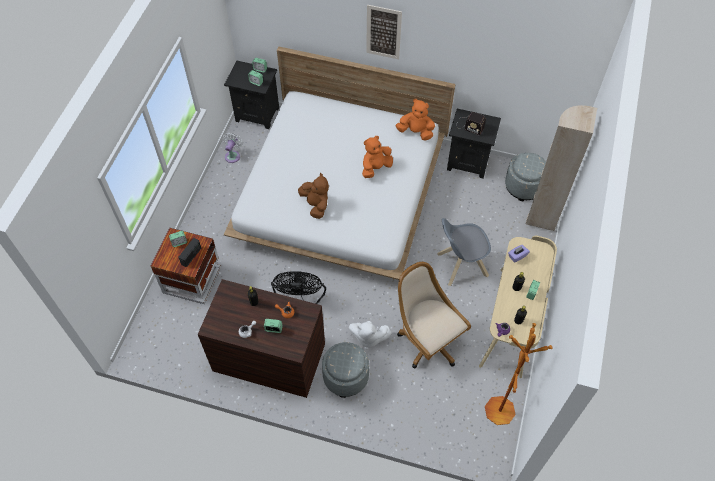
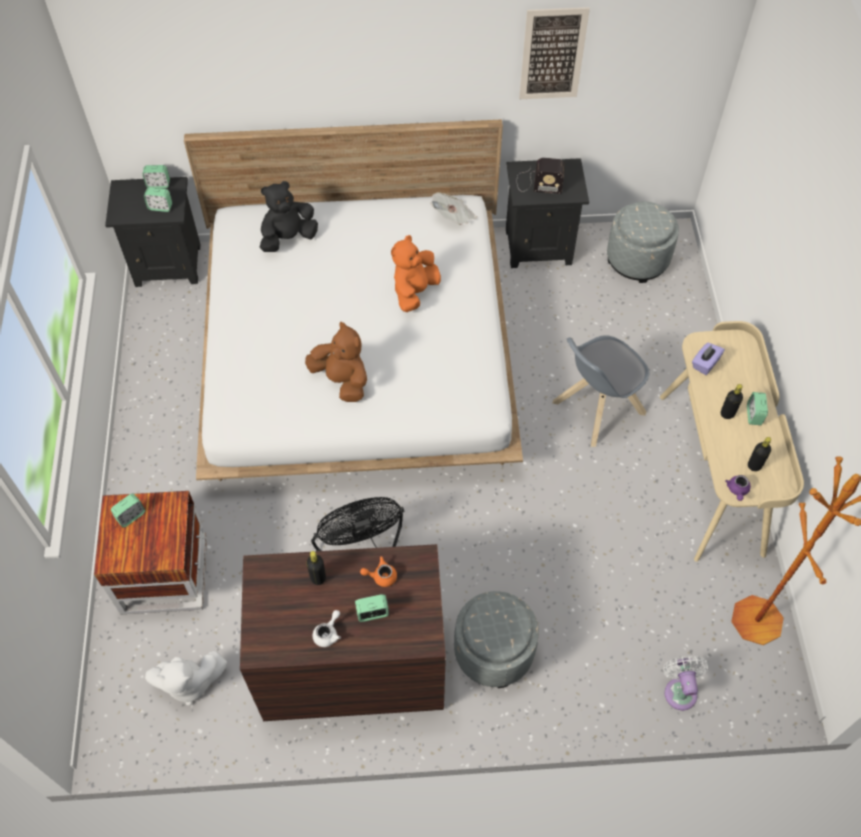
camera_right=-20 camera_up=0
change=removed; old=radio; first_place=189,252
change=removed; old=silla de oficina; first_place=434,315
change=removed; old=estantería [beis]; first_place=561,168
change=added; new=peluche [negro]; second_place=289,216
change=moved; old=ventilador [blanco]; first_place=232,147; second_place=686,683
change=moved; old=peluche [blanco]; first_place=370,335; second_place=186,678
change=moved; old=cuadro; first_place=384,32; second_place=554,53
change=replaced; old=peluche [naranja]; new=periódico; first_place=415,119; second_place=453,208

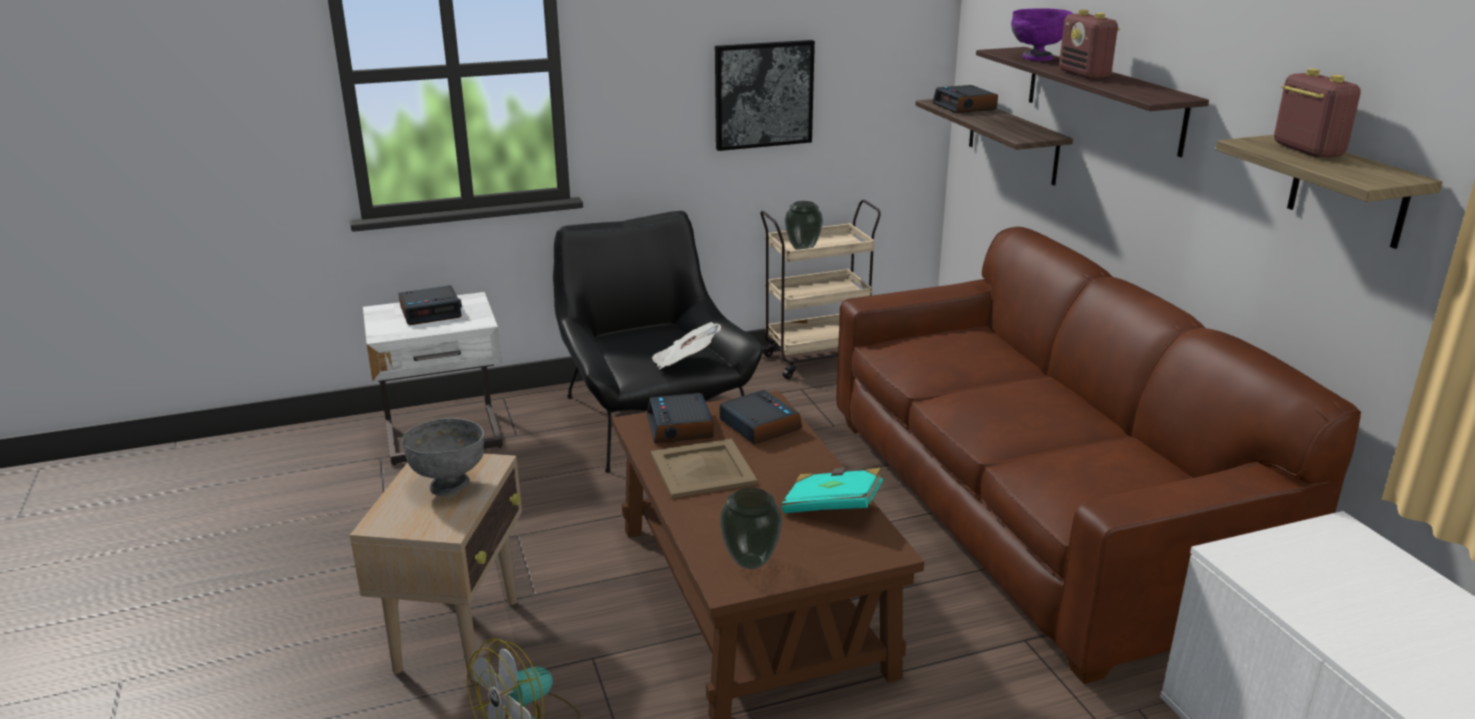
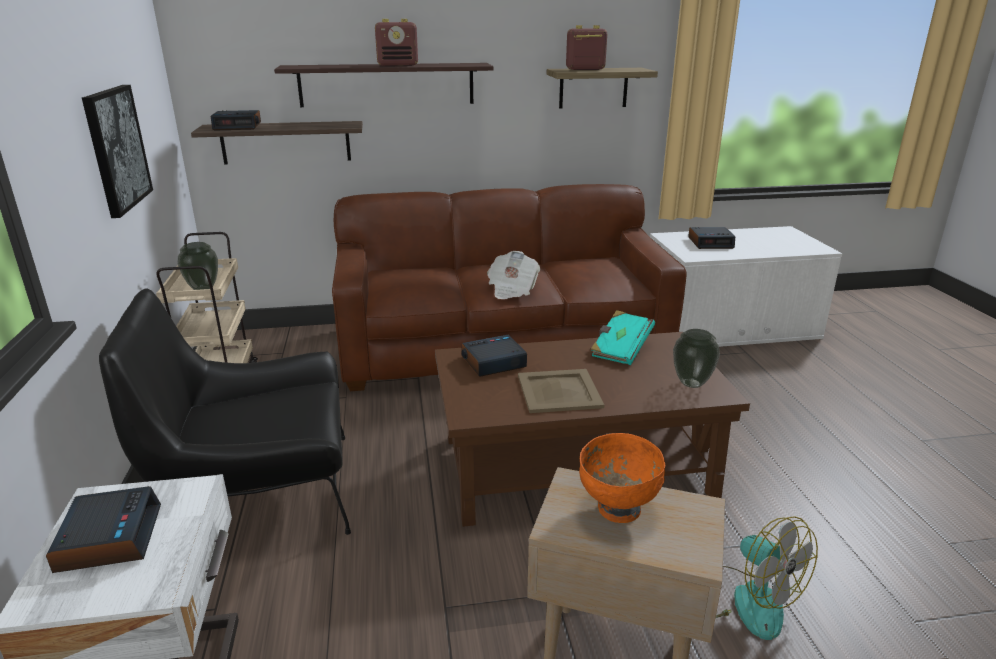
camera_right=-80 camera_up=0
change=removed; old=cuenco [morado]; first_place=1042,34
change=moved; old=despertador; first_place=680,418; second_place=711,238
change=moved; old=periódico; first_place=686,345; second_place=513,275
change=recoloured; old=cuenco [gris]; new=cuenco [naranja]; first_place=443,457; second_place=622,478

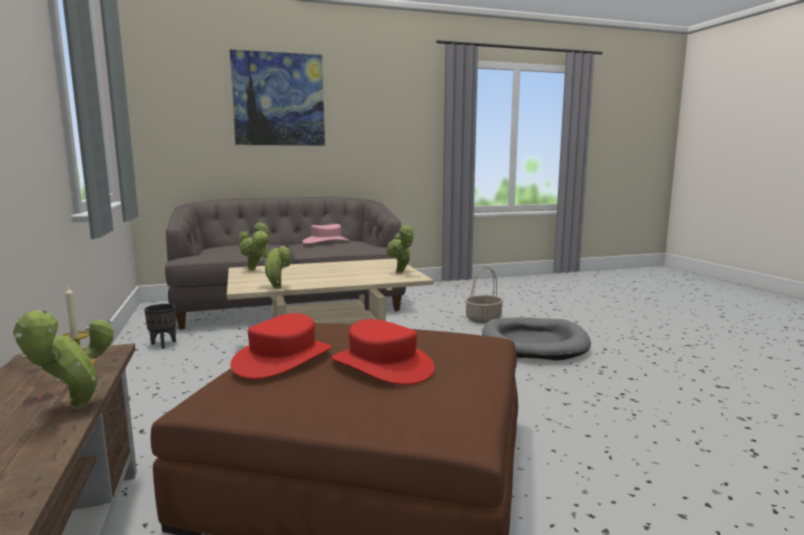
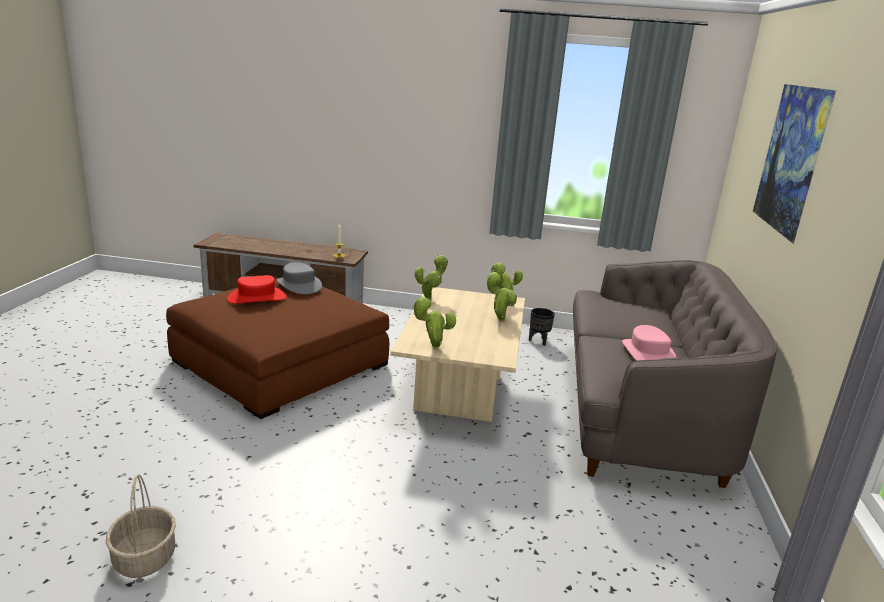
camera_right=115 camera_up=10
change=removed; old=cama para perro [gris]; first_place=536,339
change=moved; old=planta en maceta; first_place=63,359; second_place=502,296
change=moved; old=cesta; first_place=484,295; second_place=141,526
change=recoloured; old=sombrero [rojo]; new=sombrero [gris]; first_place=280,346; second_place=299,278

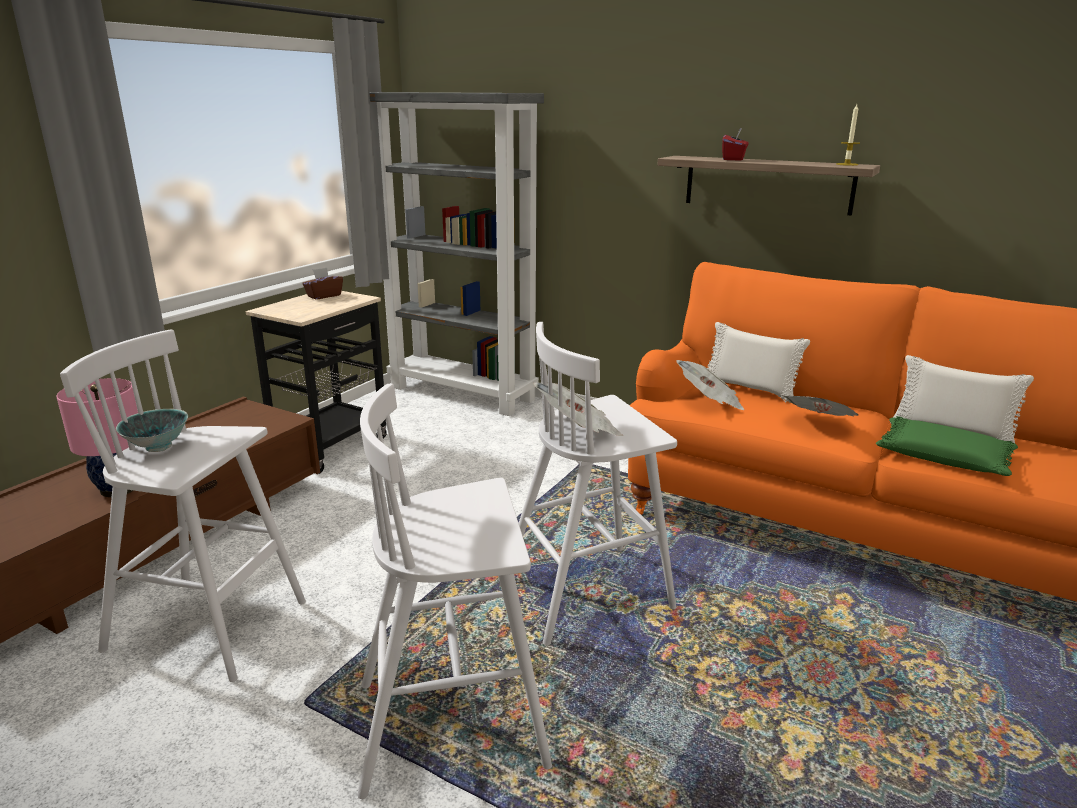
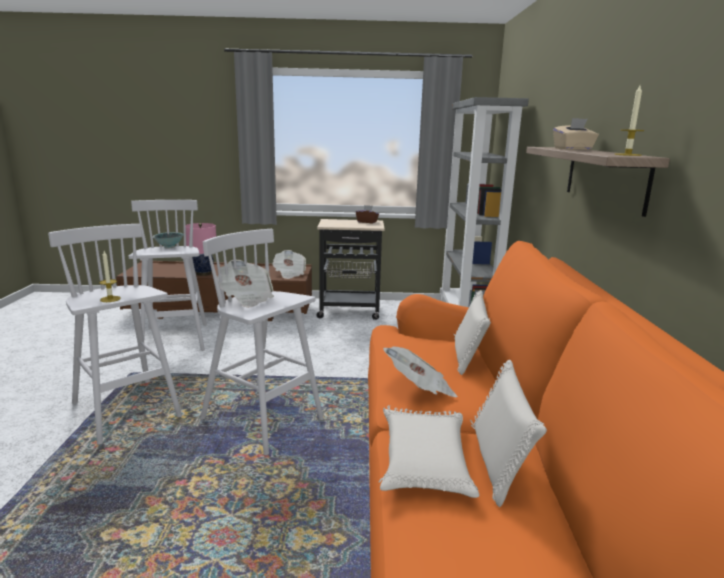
camera_right=60 camera_up=-5
change=added; new=vela; second_place=110,276
change=moved; old=periódico; first_place=710,385; second_place=289,264
change=recoloured; old=caja de pañuelos [rojo]; new=caja de pañuelos [beis]; first_place=735,144; second_place=576,134
change=recoloured; old=cojín [verde]; new=cojín [blanco]; first_place=947,446; second_place=429,451

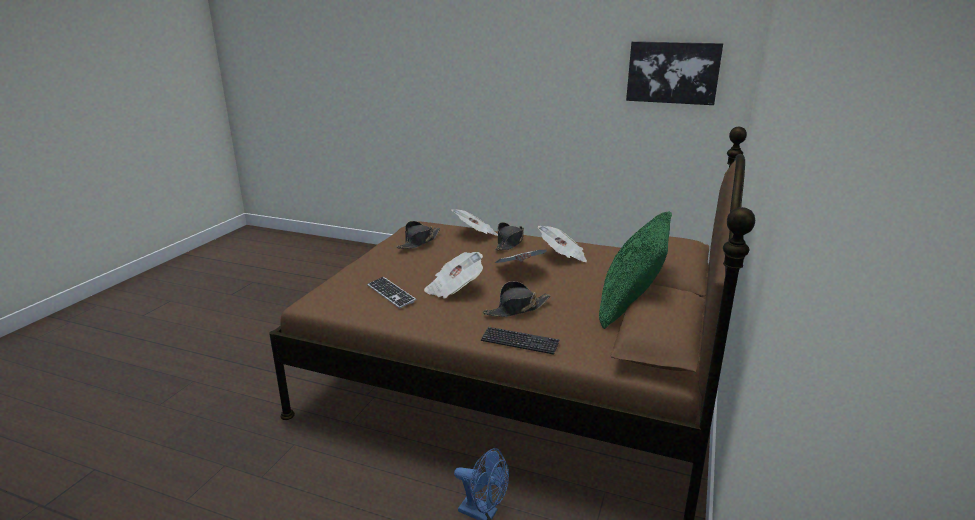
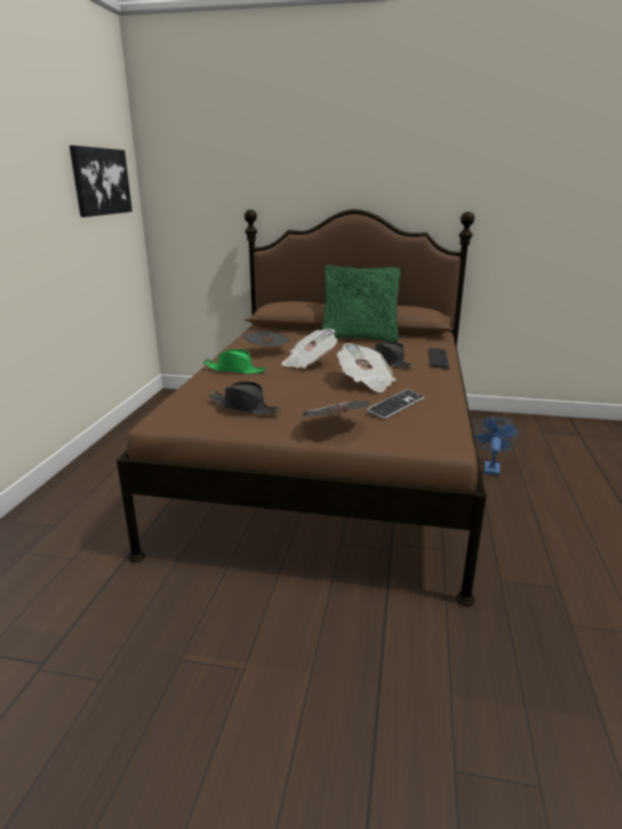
camera_right=-100 camera_up=0
change=moved; old=periódico; first_place=474,222; second_place=335,409
change=recoloured; old=sombrero [negro]; new=sombrero [verde]; first_place=509,236; second_place=235,361

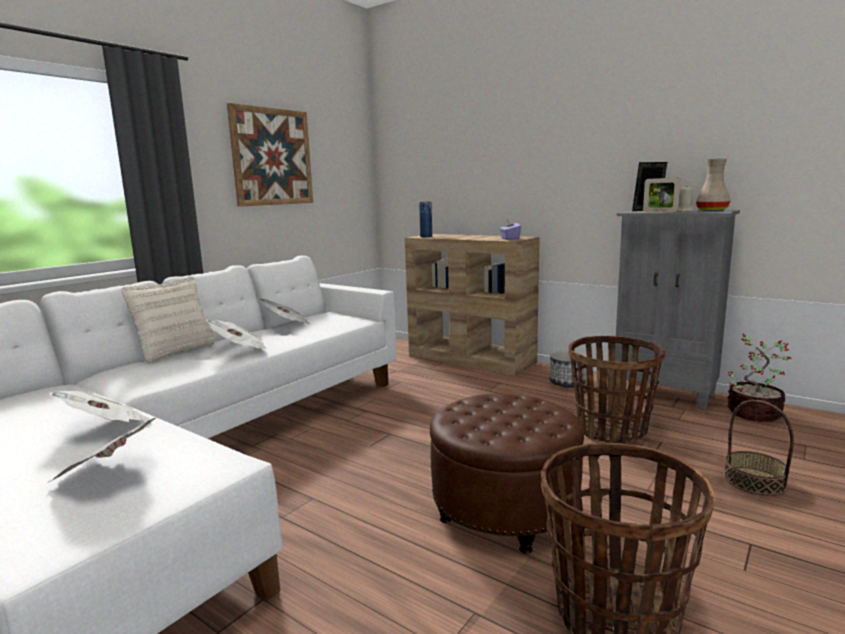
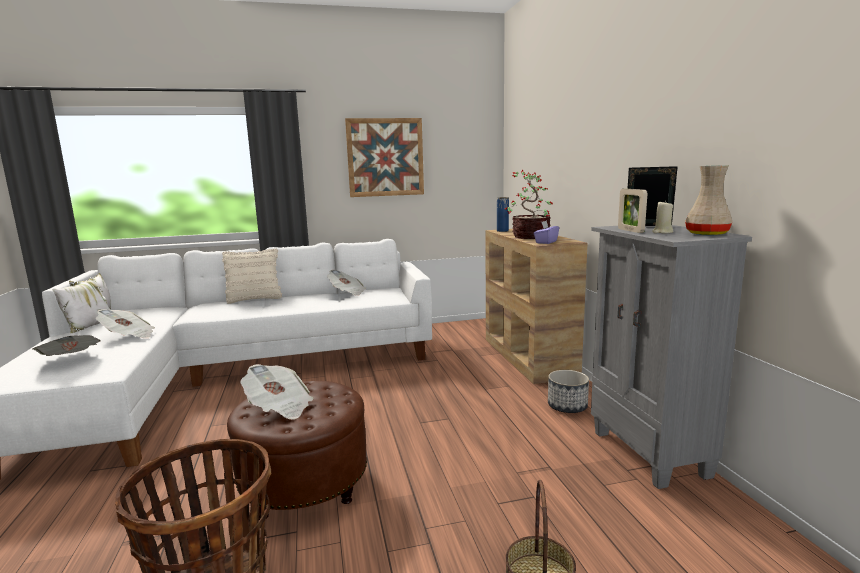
camera_right=40 camera_up=0
change=removed; old=cesta; first_place=616,390
change=moved; old=periódico; first_place=236,334; second_place=277,392
change=moved; old=planta en maceta; first_place=759,377; second_place=529,204

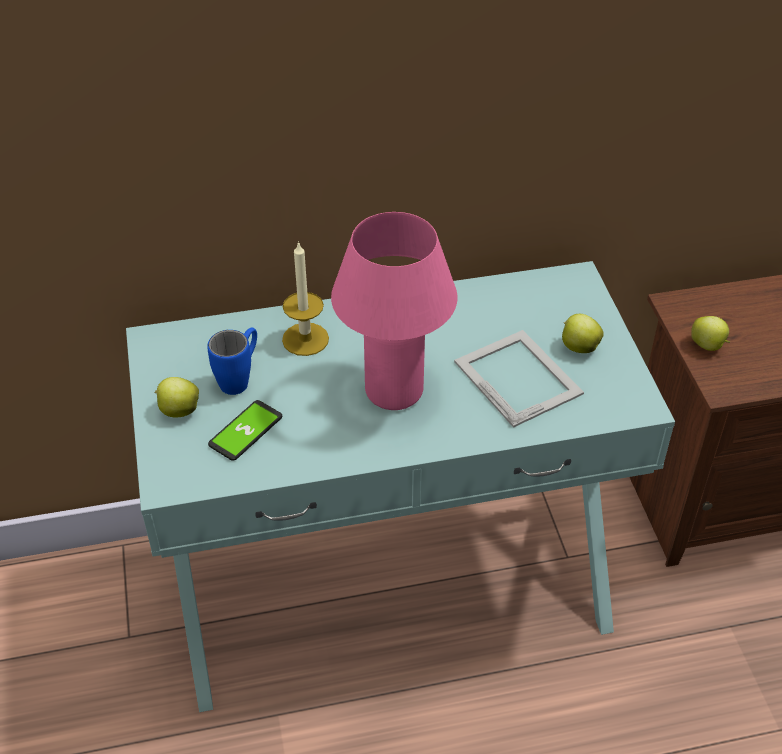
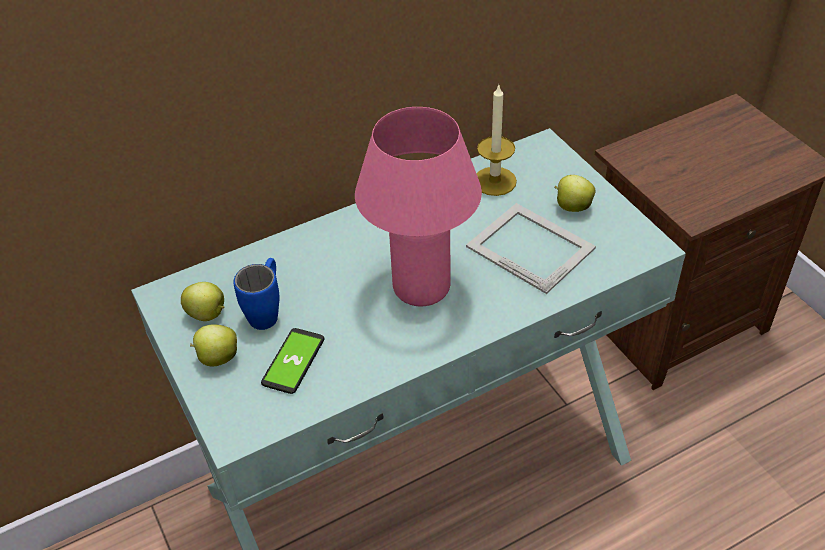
camera_right=-15 camera_up=0
change=moved; old=vela; first_place=305,298; second_place=497,139
change=moved; old=manzana; first_place=710,333; second_place=203,301

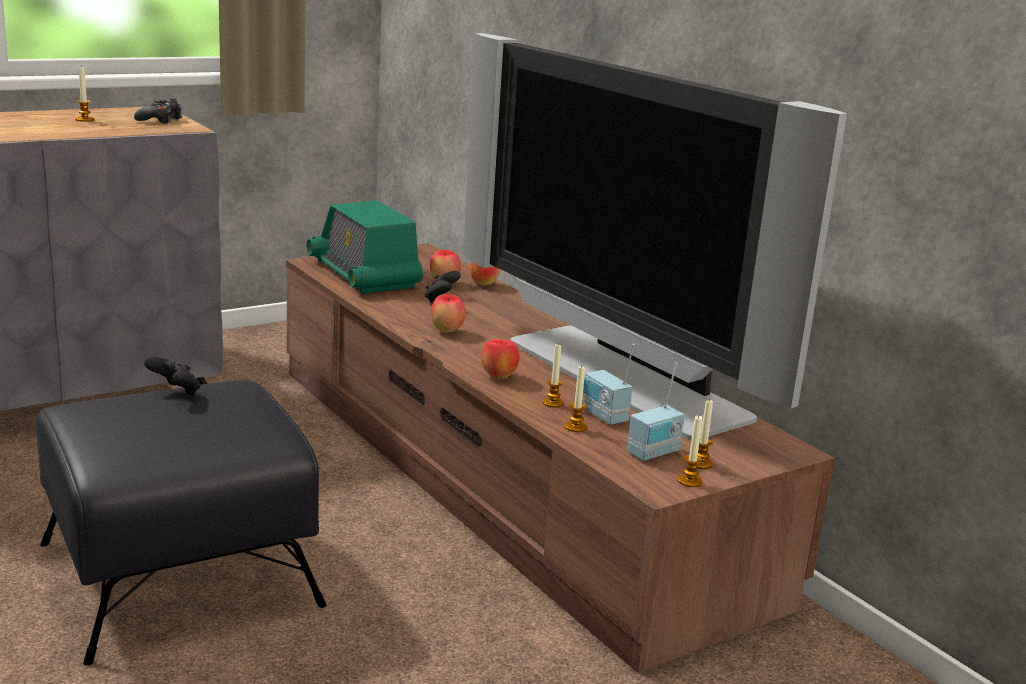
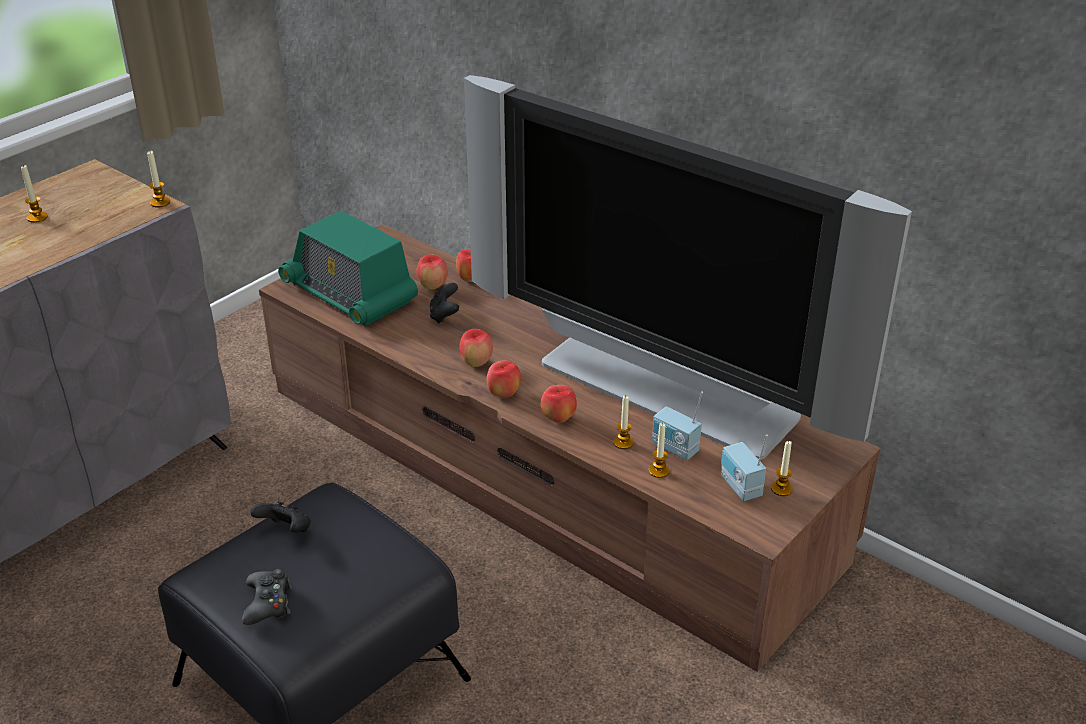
camera_right=-15 camera_up=15
change=added; new=manzana; second_place=504,378
change=moved; old=mando de consola [negro]; first_place=158,111; second_place=267,597
change=moved; old=vela; first_place=690,451; second_place=158,179
change=turned; old=radio; first_place=656,412; second_place=744,467; degrees=120

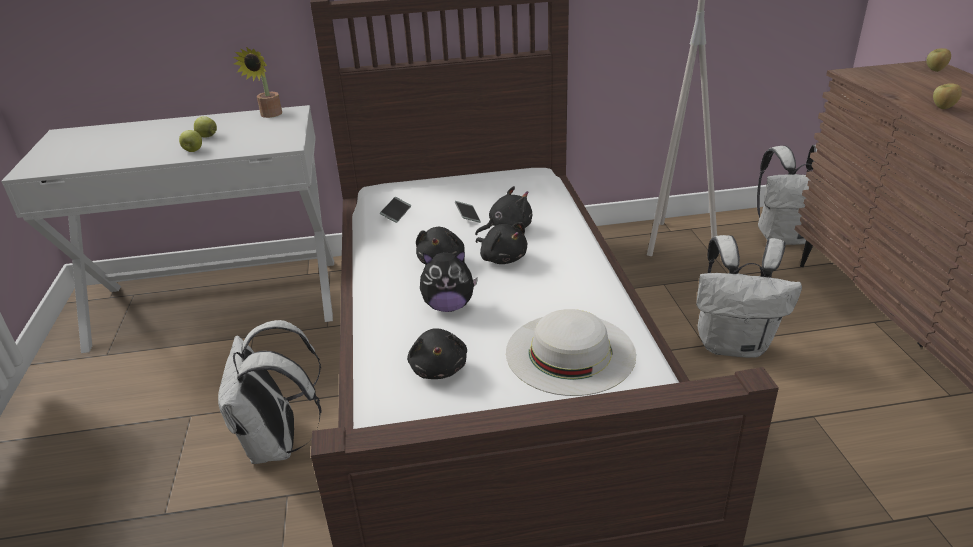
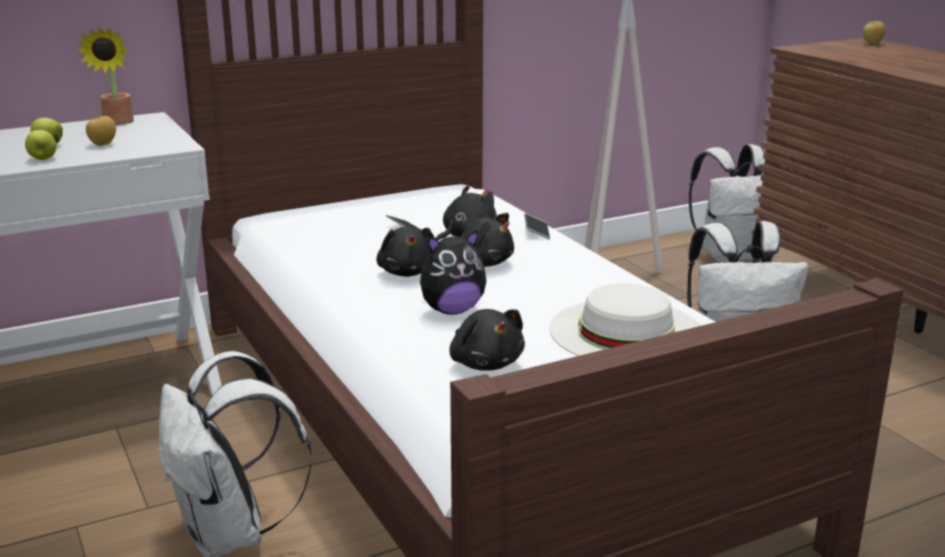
camera_right=-20 camera_up=-10
change=moved; old=móvil; first_place=395,210; second_place=537,226
change=moved; old=manzana; first_place=947,96; second_place=101,131

